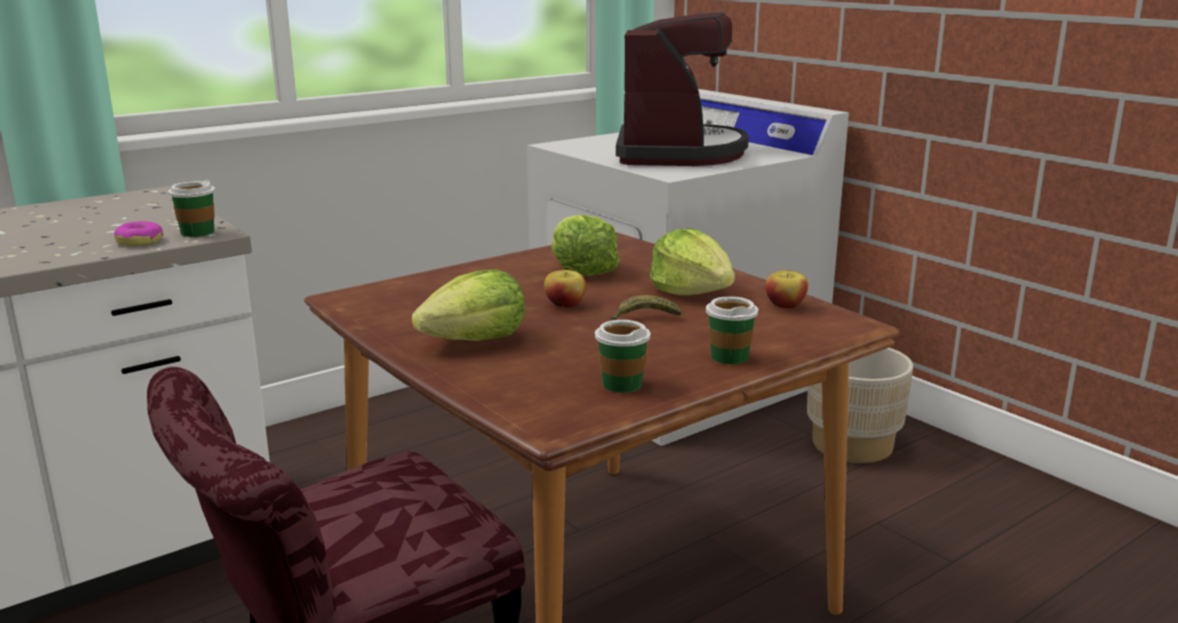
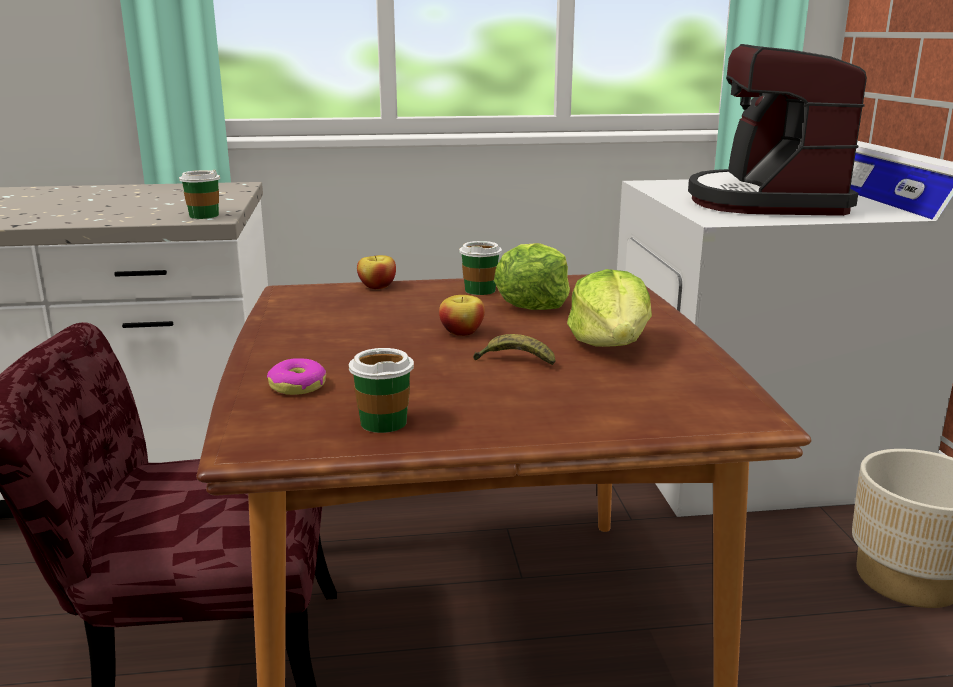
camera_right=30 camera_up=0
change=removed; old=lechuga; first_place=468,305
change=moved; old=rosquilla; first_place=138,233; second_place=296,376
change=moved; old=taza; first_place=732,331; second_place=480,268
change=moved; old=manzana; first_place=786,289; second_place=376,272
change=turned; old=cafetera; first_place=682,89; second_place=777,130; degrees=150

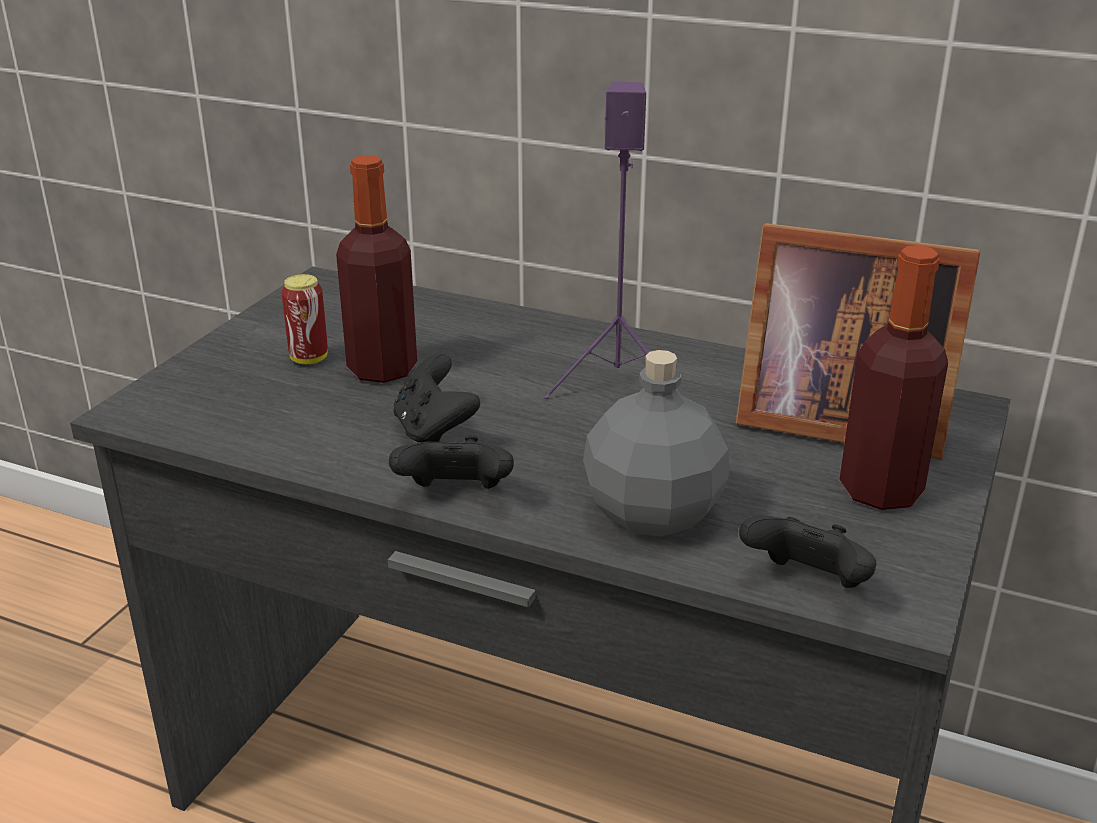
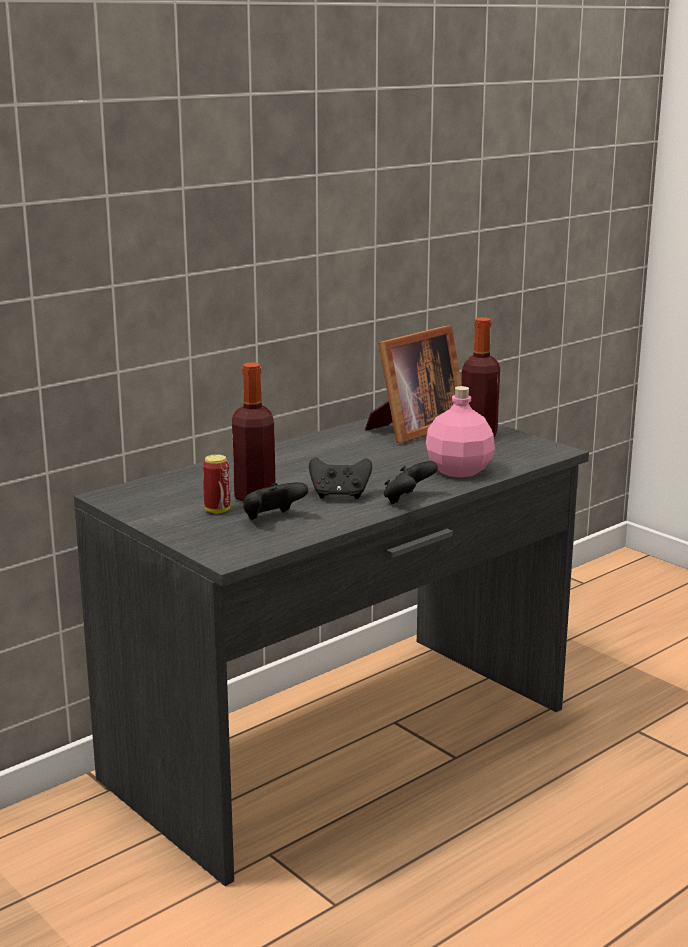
camera_right=-65 camera_up=-10
change=removed; old=altavoz [morado]; first_place=613,240
change=moved; old=mando de consola [negro]; first_place=808,552; second_place=275,501
change=recoloured; old=botella [gris]; new=botella [rosa]; first_place=656,443; second_place=460,431

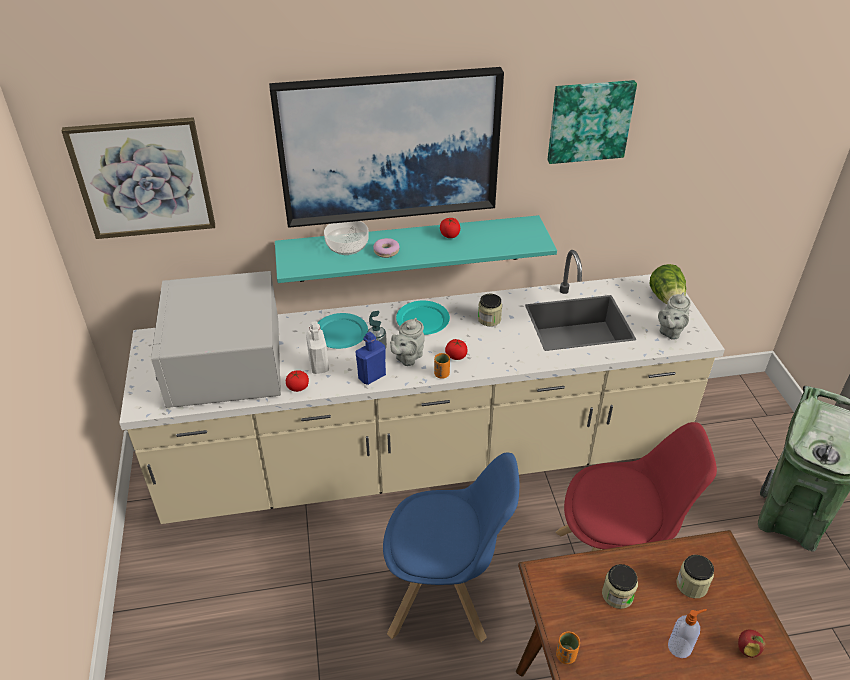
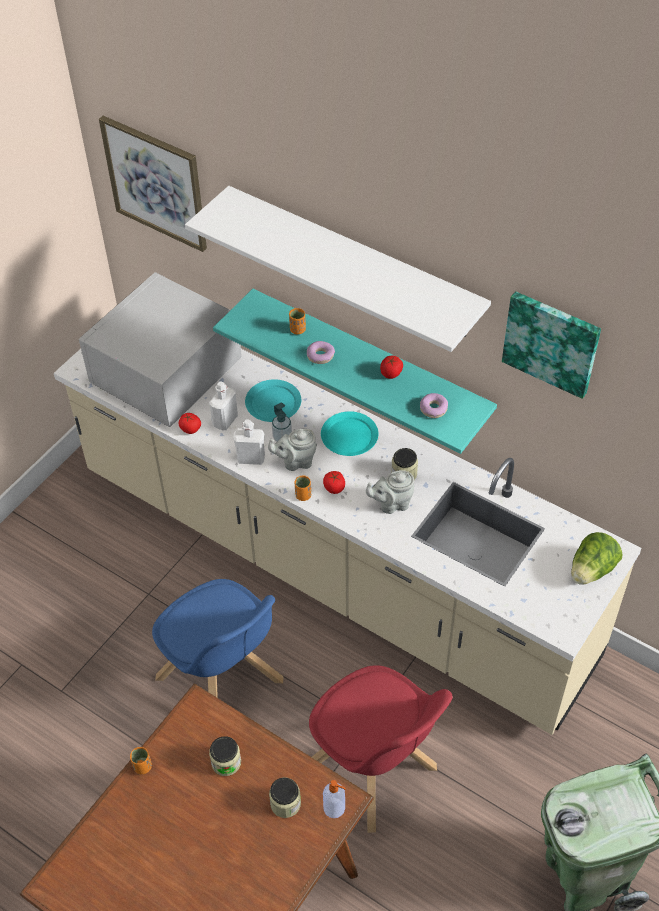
camera_right=45 camera_up=10
change=removed; old=manzana; first_place=752,644
change=added; new=rosquilla; second_place=434,405
change=moved; old=tetera [gris]; first_place=674,316; second_place=390,492
change=moved; old=dispensador de jabón; first_place=687,633; second_place=334,799
change=replaced; old=cuadro; new=estante [blanco]; first_place=386,147; second_place=338,269
change=replaced; old=cuenco; new=taza [naranja]; first_place=346,238; second_place=297,321
change=recoloured; old=botella [azul]; new=botella [blanco]; first_place=370,358; second_place=249,442

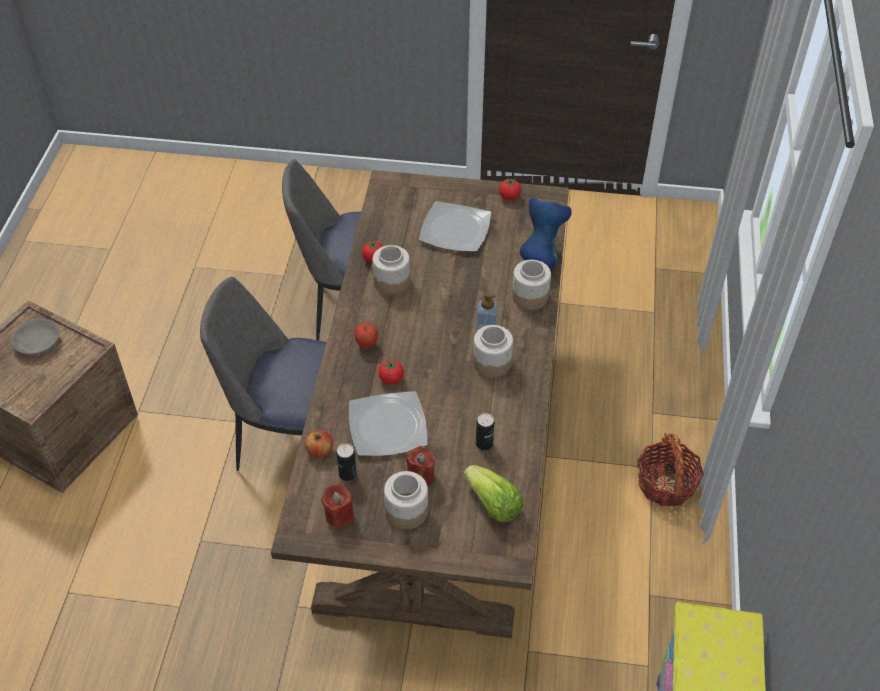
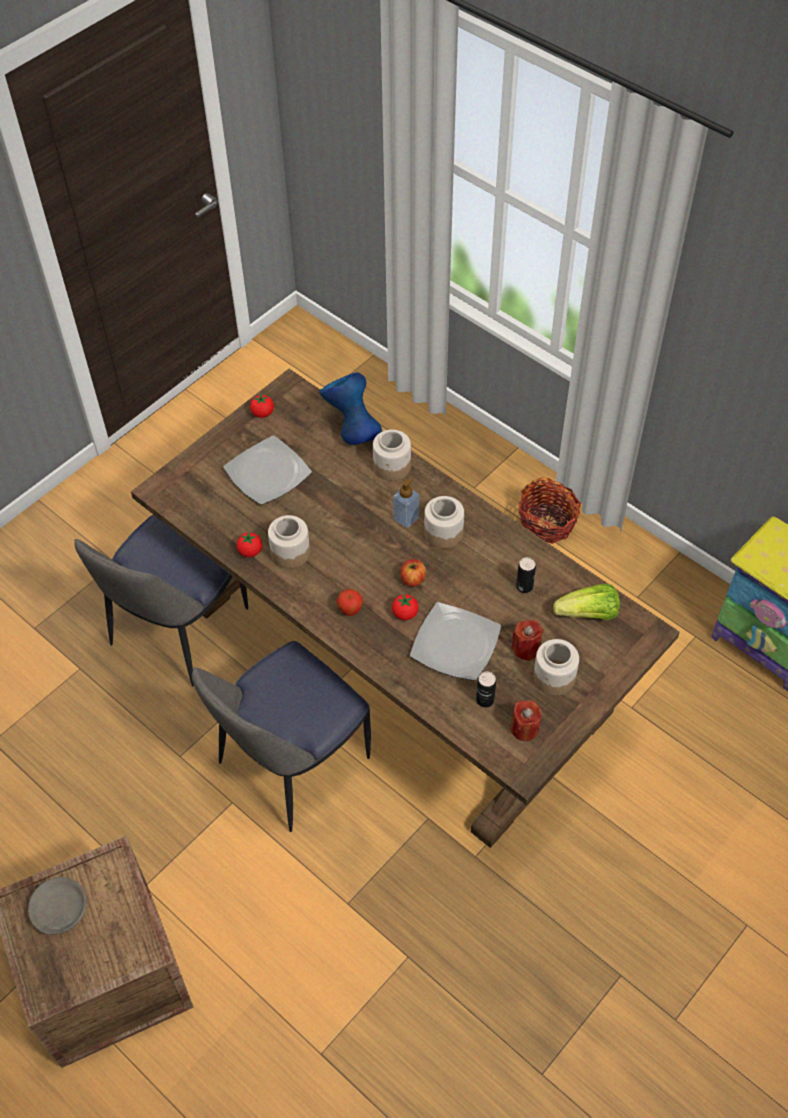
camera_right=-55 camera_up=5
change=moved; old=manzana; first_place=319,443; second_place=413,573

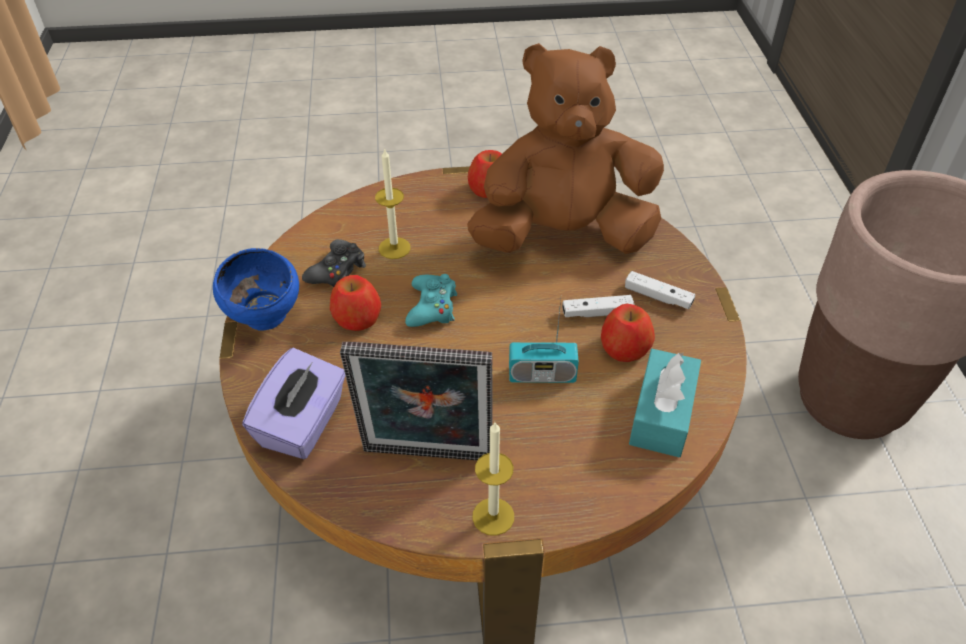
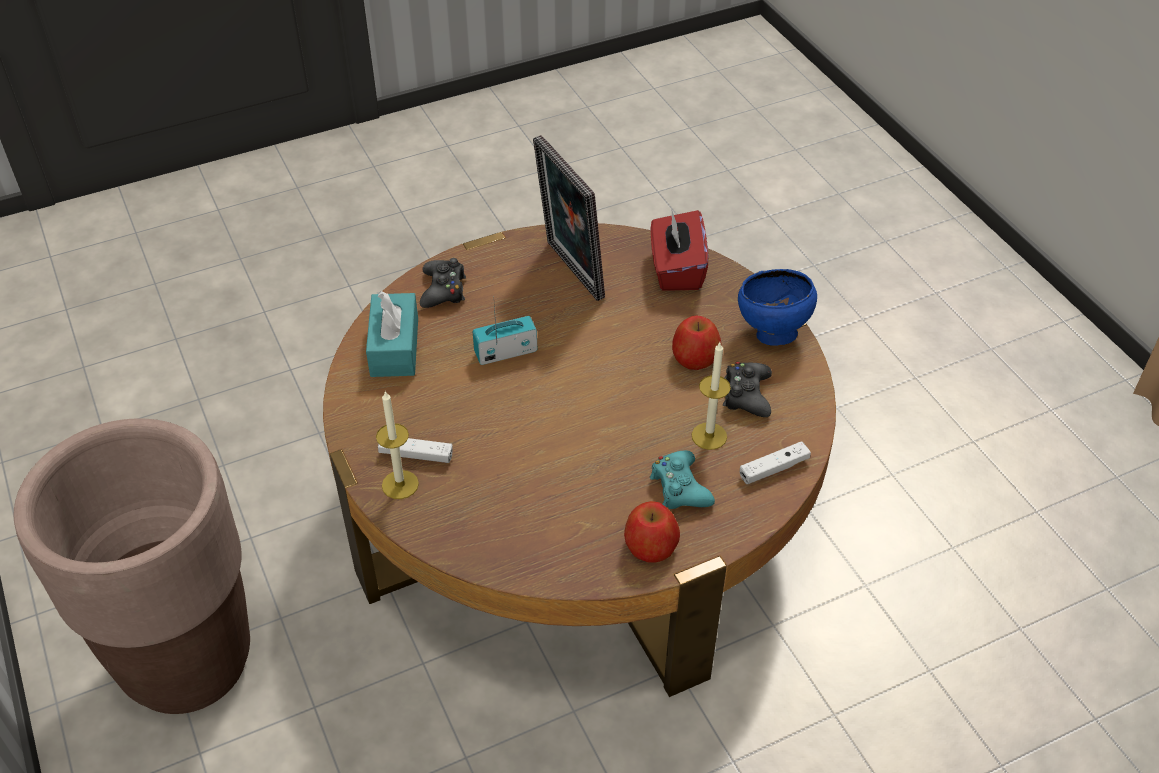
camera_right=160 camera_up=0
change=removed; old=peluche [marrón]; first_place=565,148
change=removed; old=manzana; first_place=628,333
change=added; new=mando de consola [negro]; second_place=443,283
change=moved; old=mando de consola [turquesa]; first_place=431,300; second_place=682,479
change=moved; old=vela; first_place=493,479; second_place=397,444
change=moved; old=mando de consola [blanco]; first_place=598,306; second_place=775,462
change=recoloured; old=caja de pañuelos [morado]; new=caja de pañuelos [rojo]; first_place=293,403; second_place=679,250
change=turned; old=portarretratos; first_place=416,401; second_place=569,218; degrees=-105

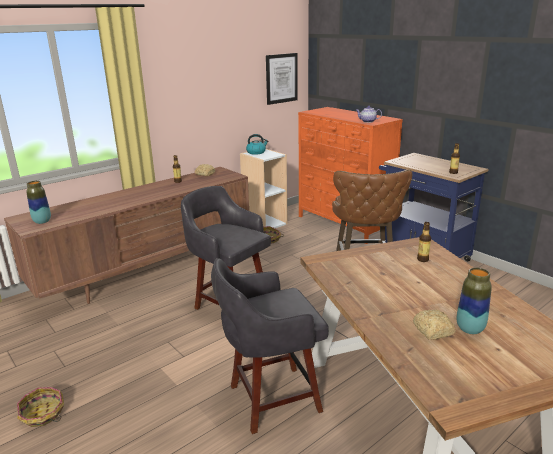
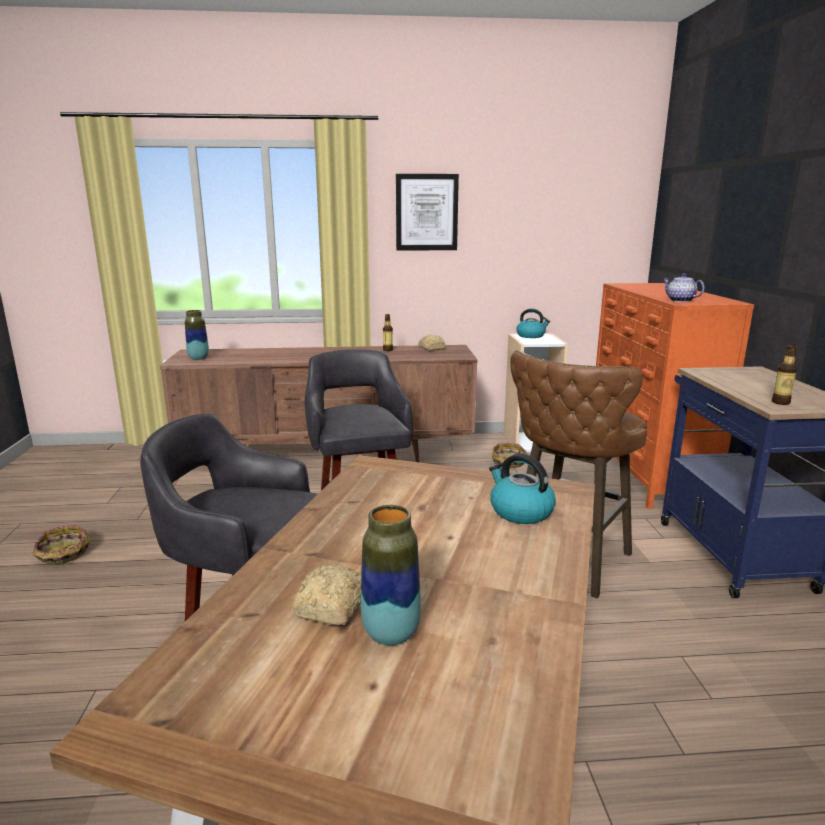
camera_right=35 camera_up=-5
change=moved; old=cuadro; first_place=282,79; second_place=427,212
change=replaced; old=botella; new=hervidor; first_place=424,242; second_place=522,489

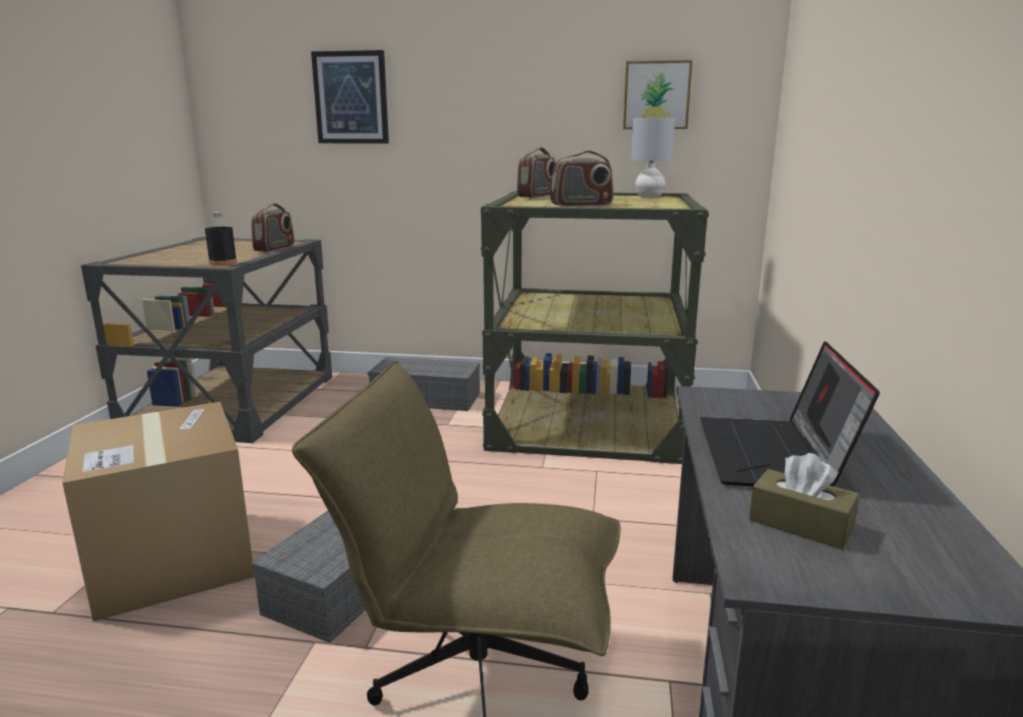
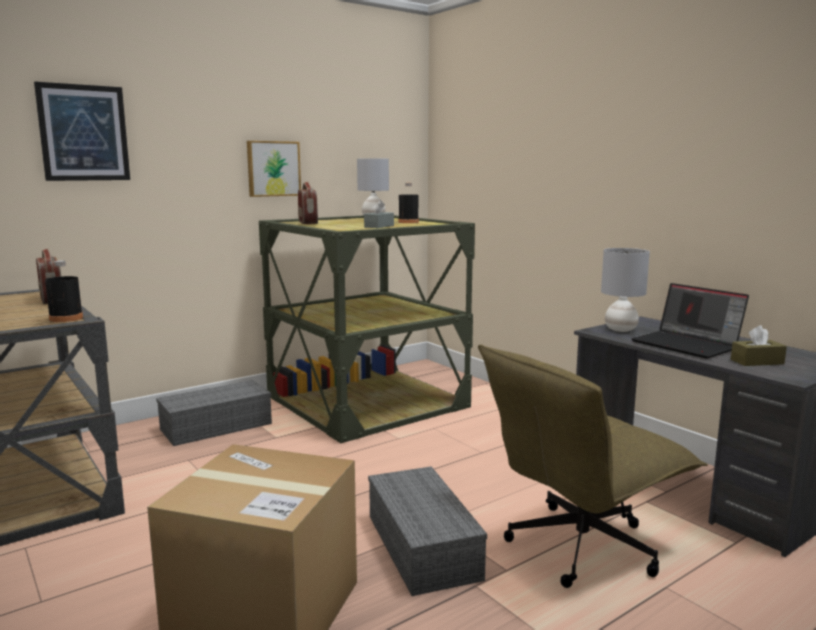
camera_right=-45 camera_up=-5
change=added; new=botella [negro]; second_place=409,203
change=added; new=lámpara de mesa [gris]; second_place=625,290
change=moved; old=cuadro; first_place=658,94; second_place=274,169
change=replaced; old=radio; new=caja de pañuelos [gris]; first_place=582,178; second_place=379,214

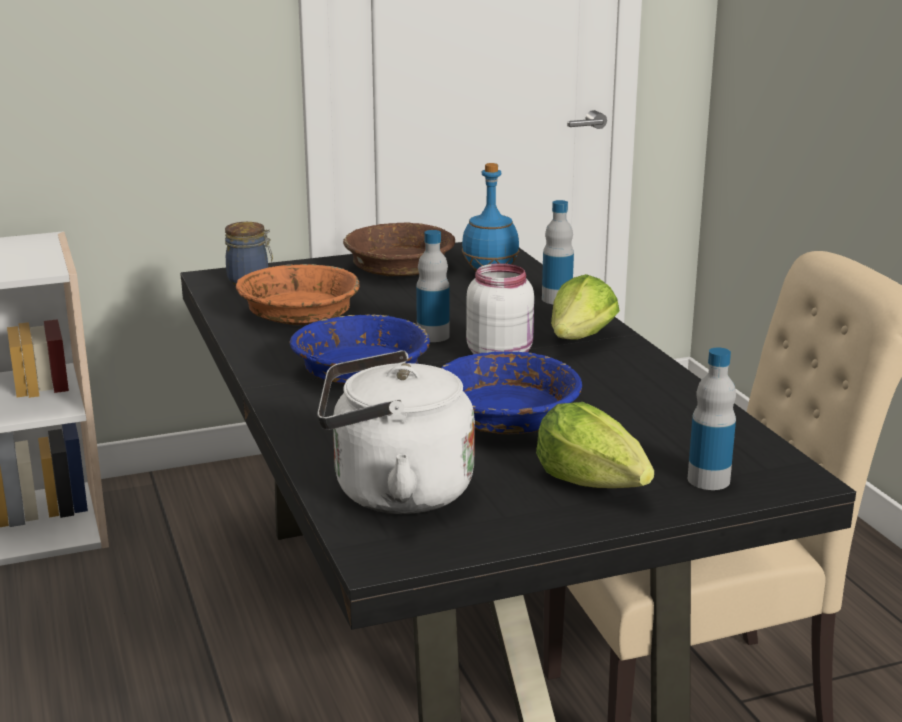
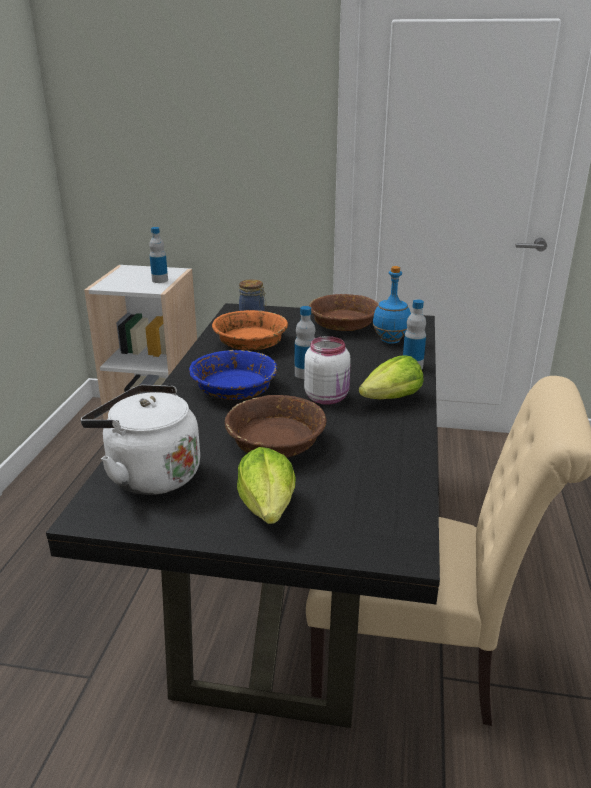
camera_right=30 camera_up=5
change=moved; old=botella; first_place=712,418; second_place=158,255
change=recoloured; old=cuenco [azul]; new=cuenco [marrón]; first_place=511,392; second_place=275,426

